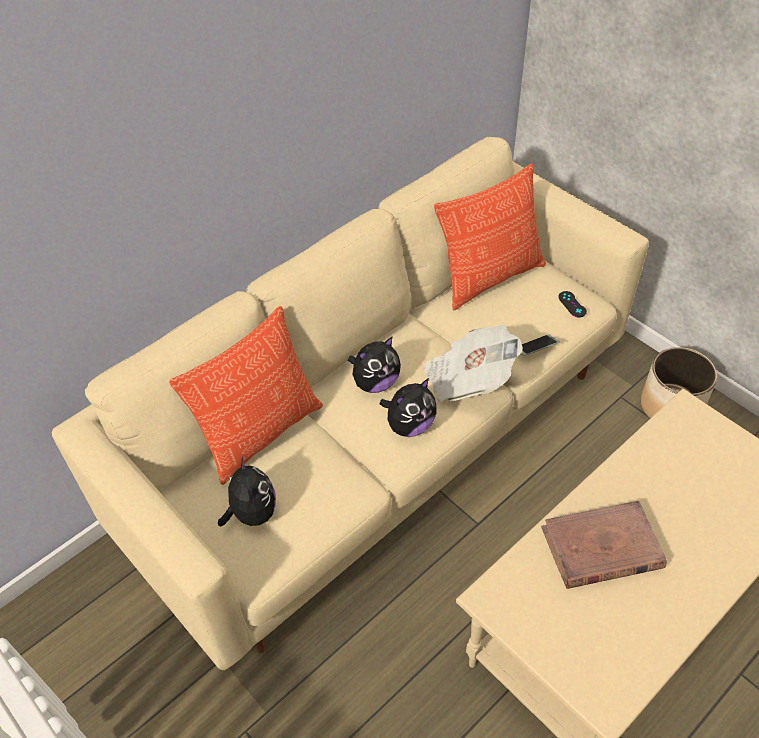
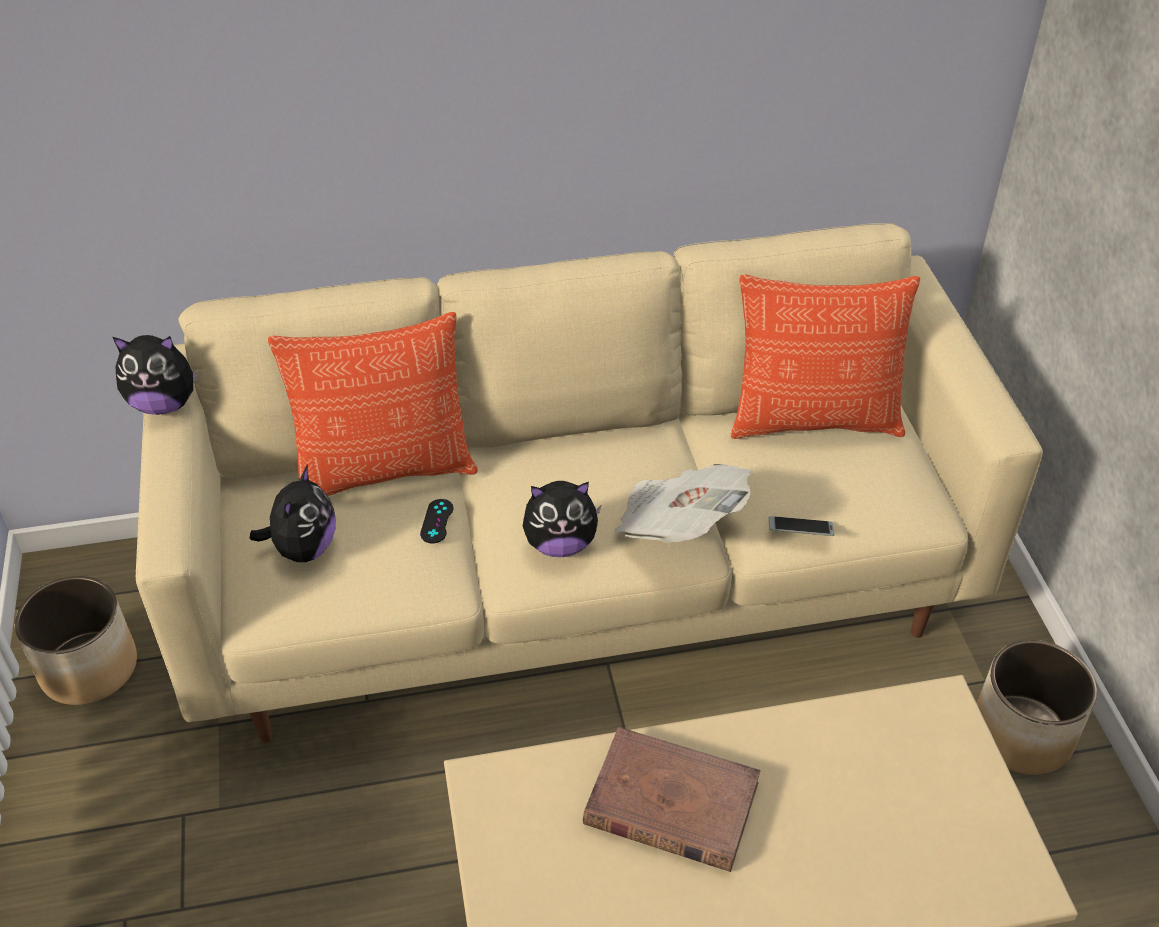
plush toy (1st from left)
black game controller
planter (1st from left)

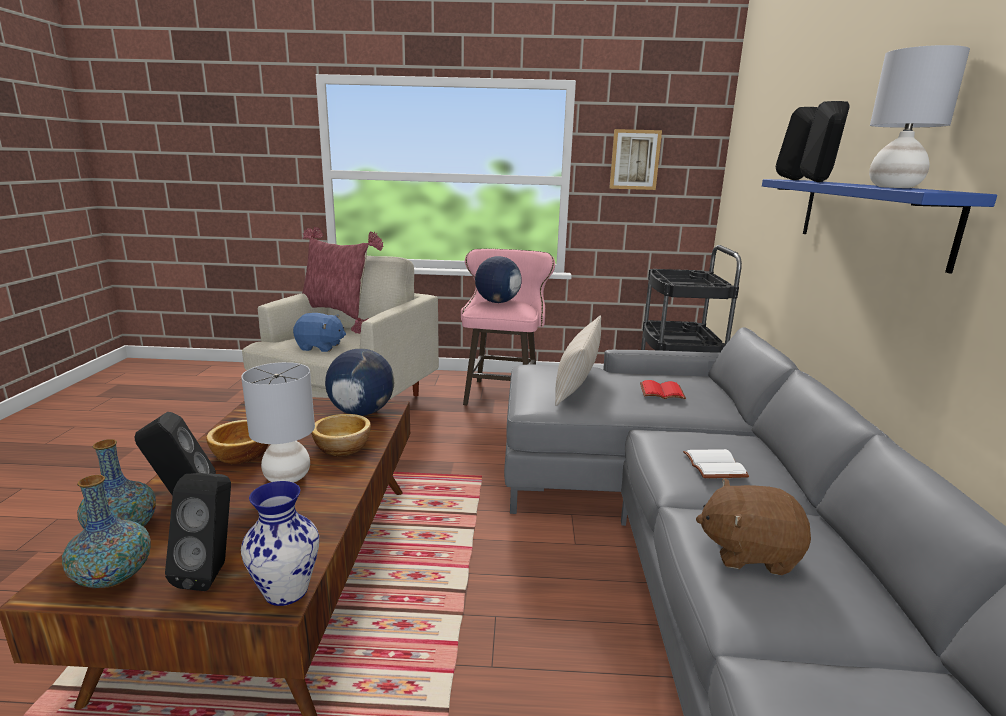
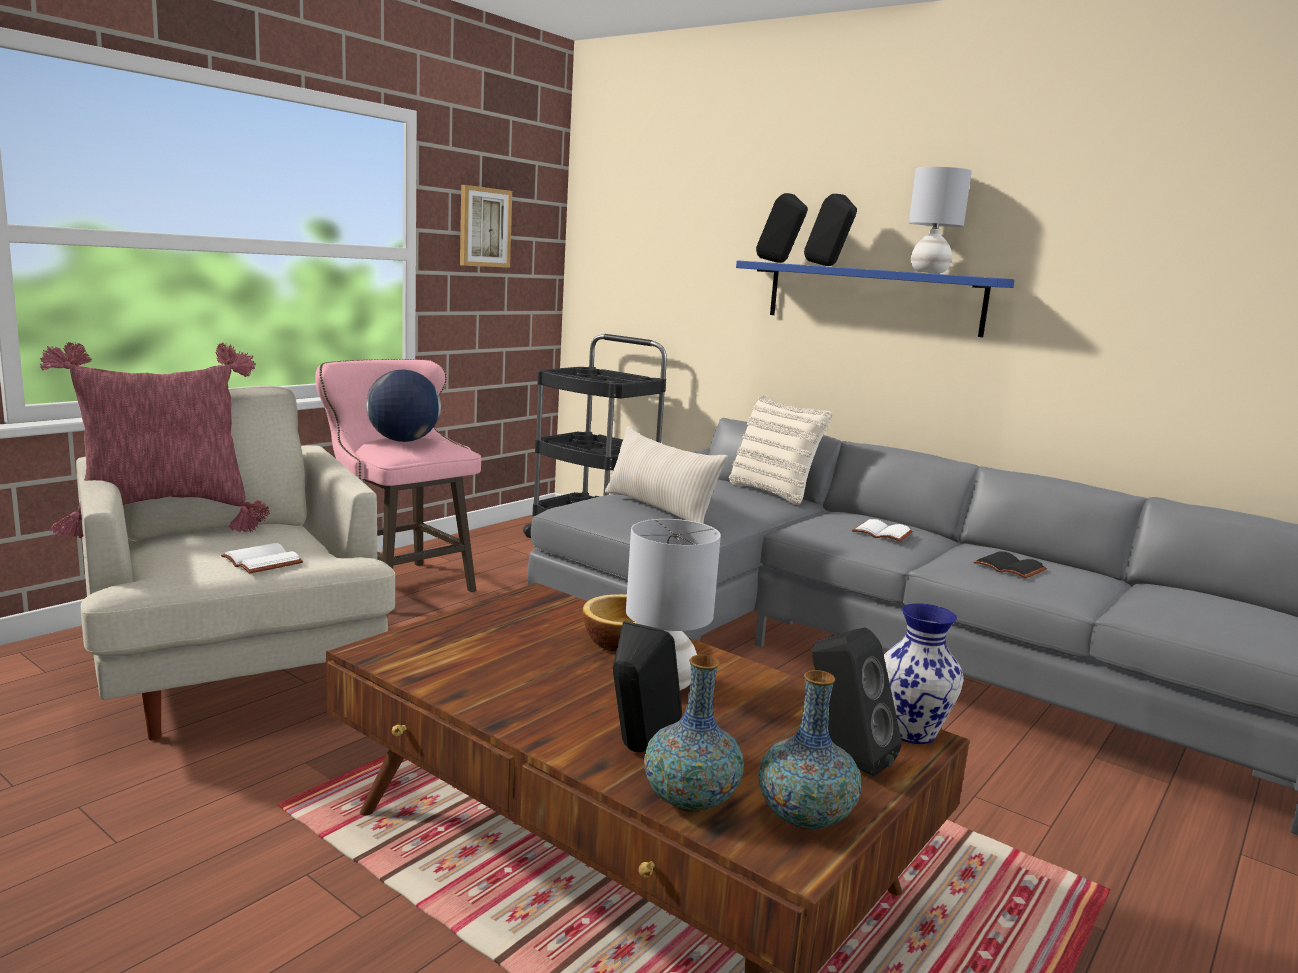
bowl (1st from left in the first image)
white book (1st from left)
globe (1st from left in the first image)
red book
black book
beige pillow (2nd from left)

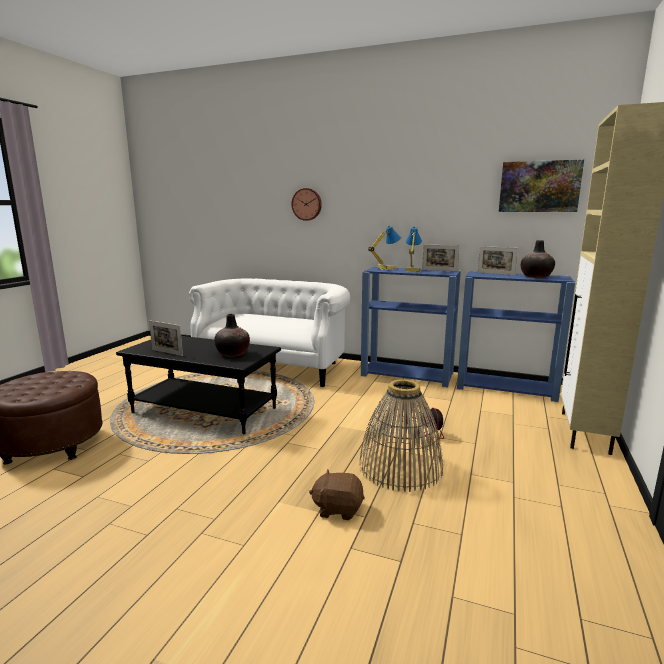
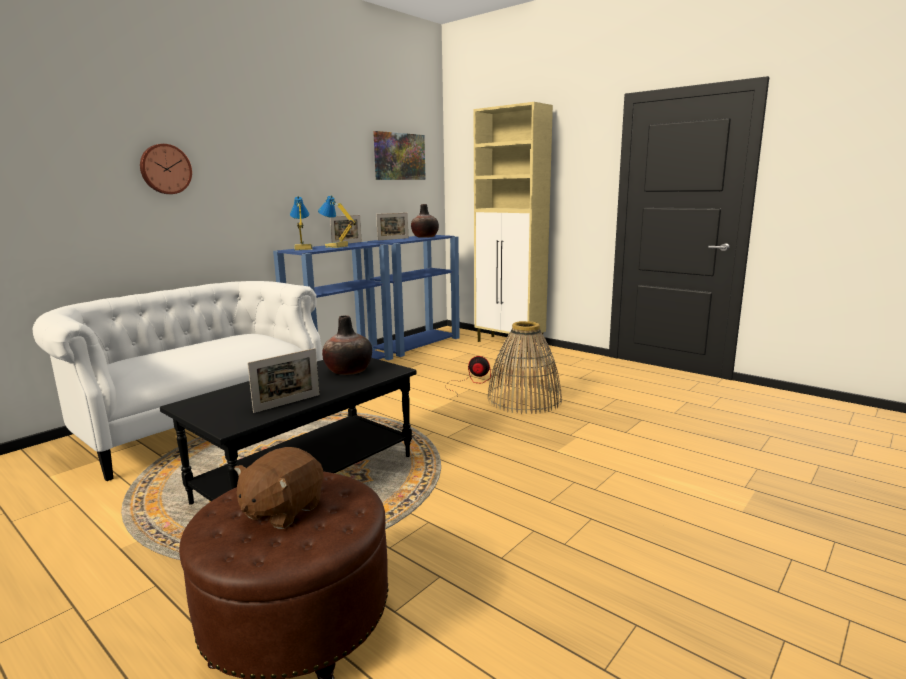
brown plush toy

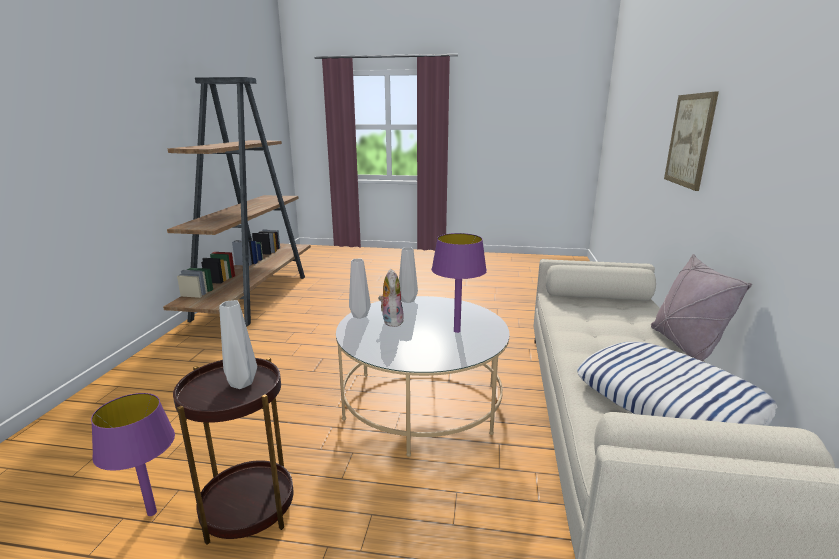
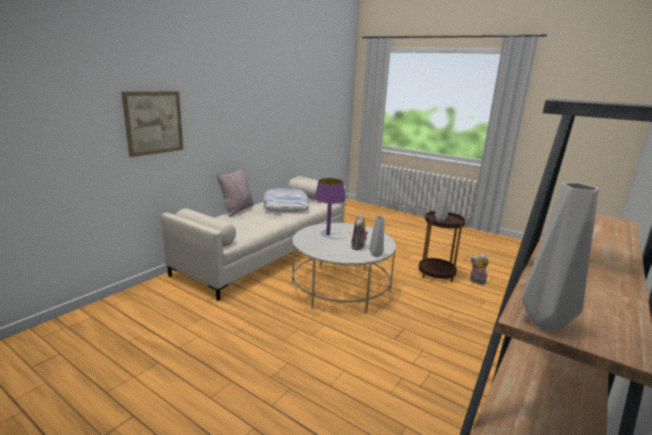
plush toy (2nd from left)
grey vase (3rd from left)

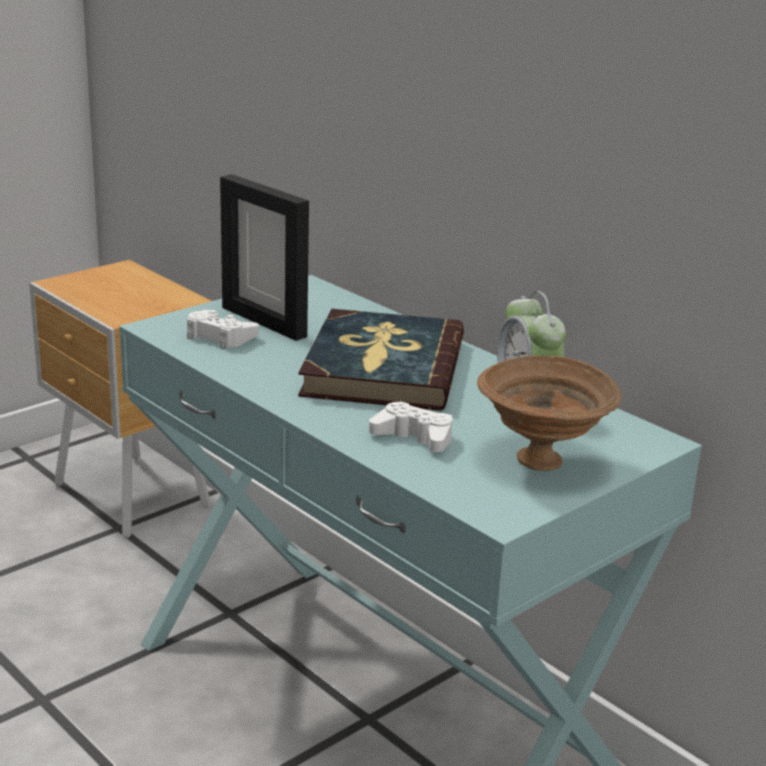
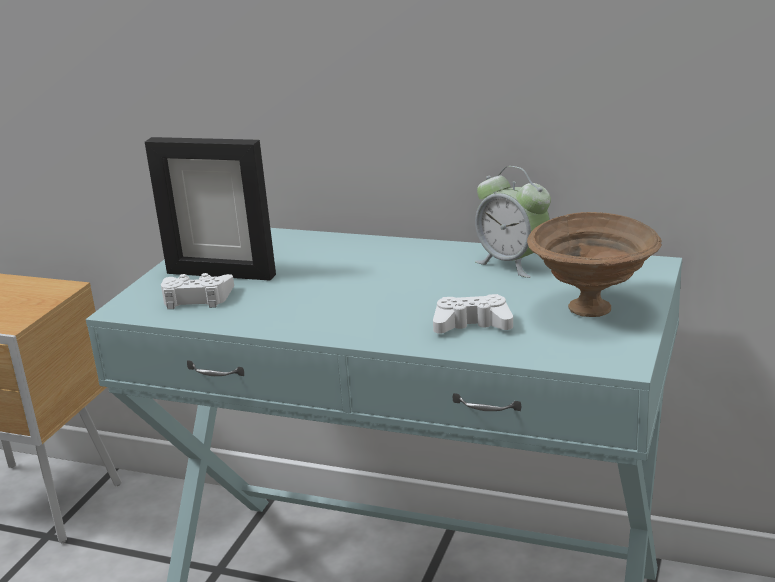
book

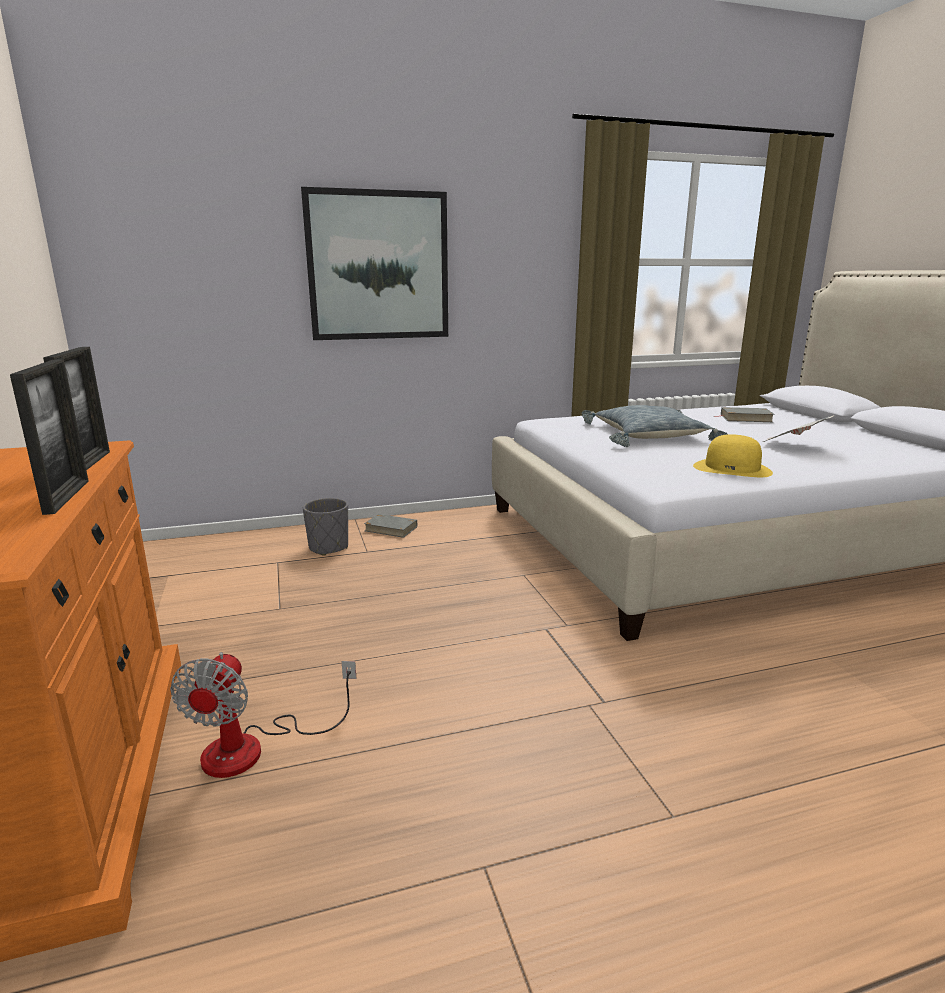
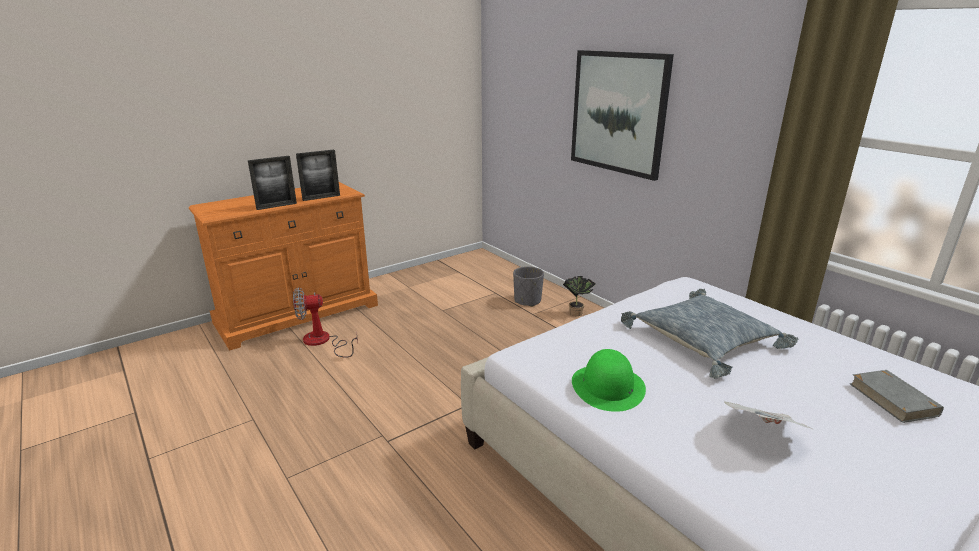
potted plant
green hat

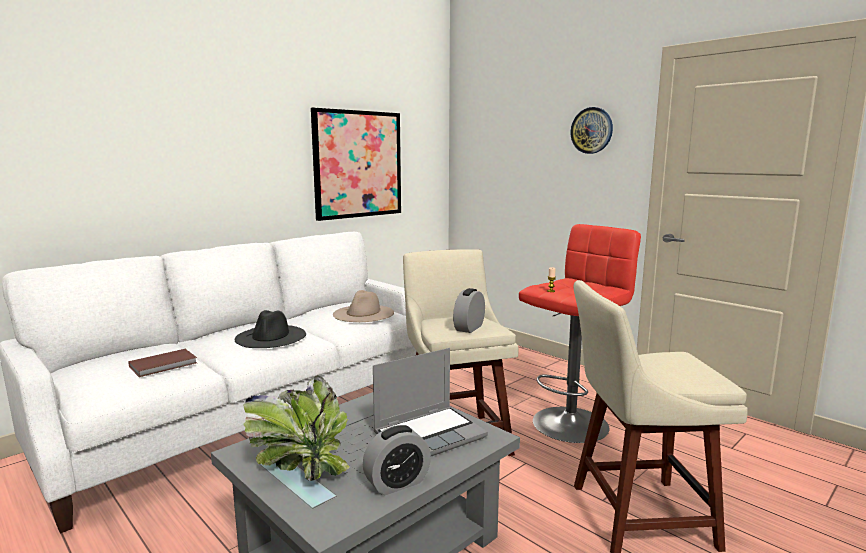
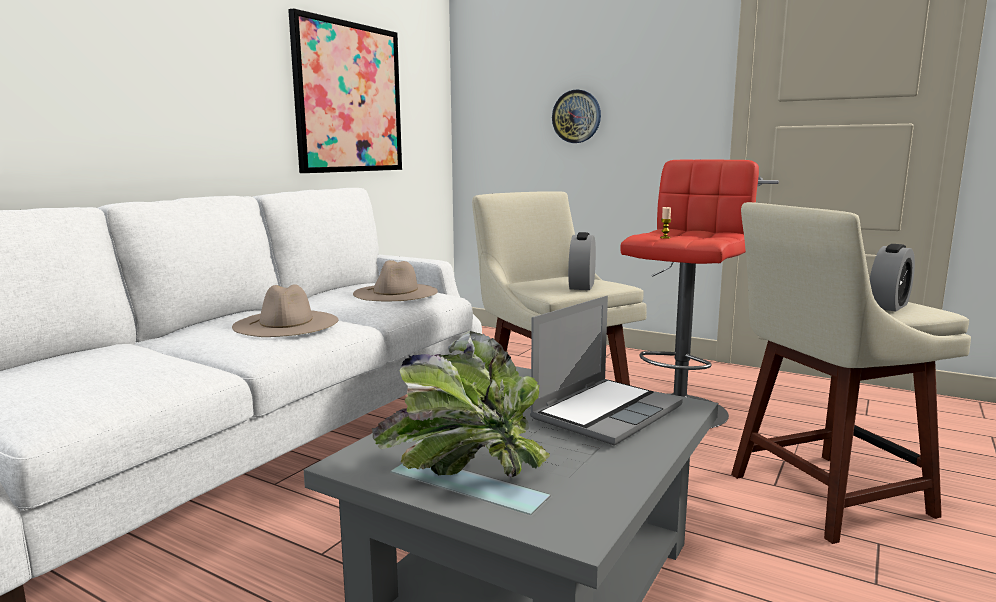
brown book
beige hat (1st from left)
alarm clock (2nd from left)
wall clock

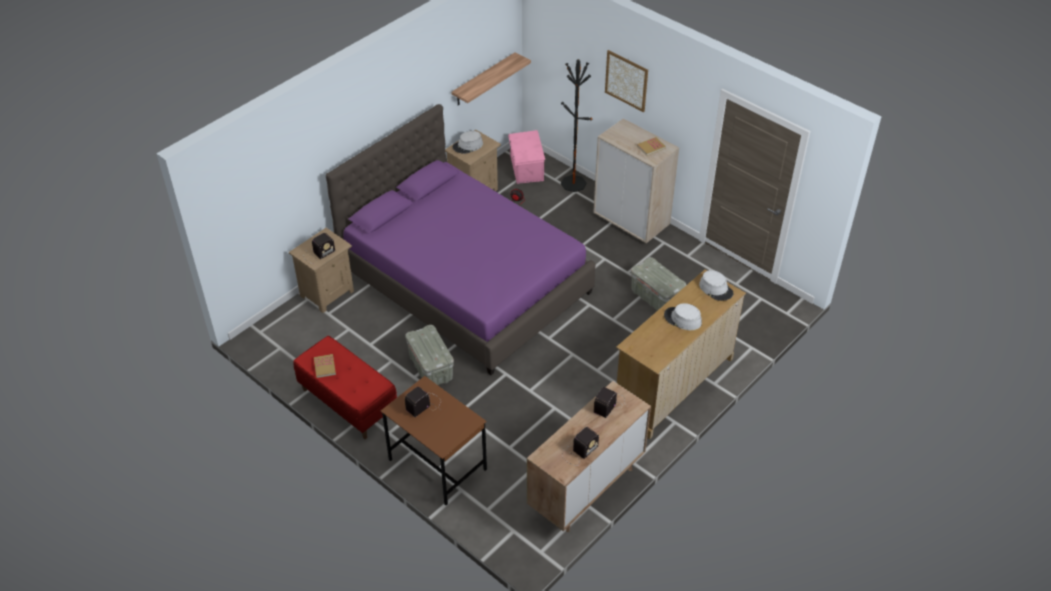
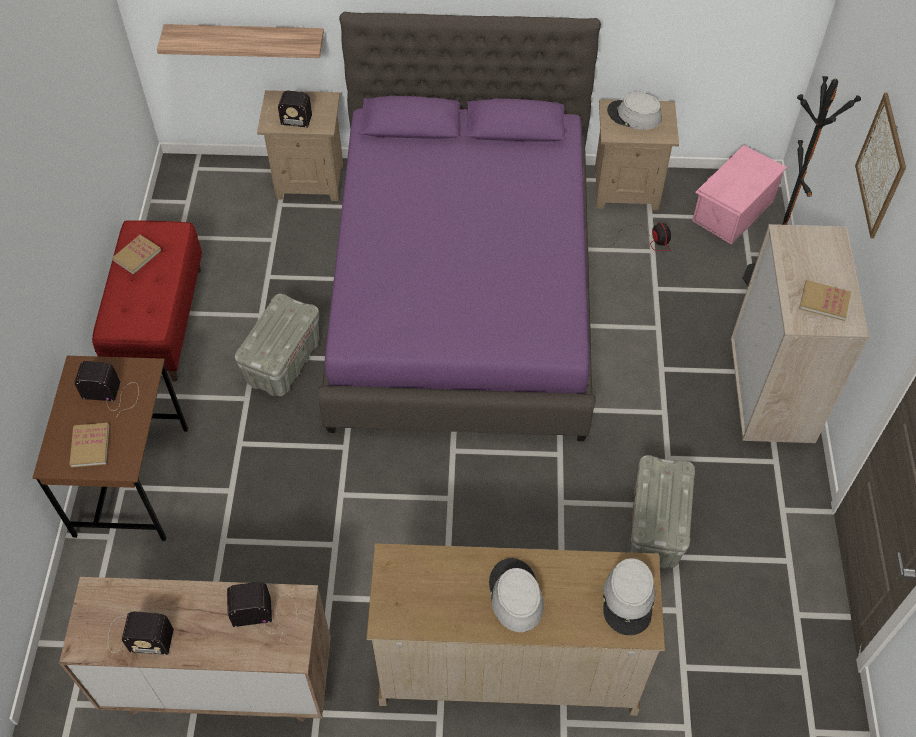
shelf
book (1st from left)

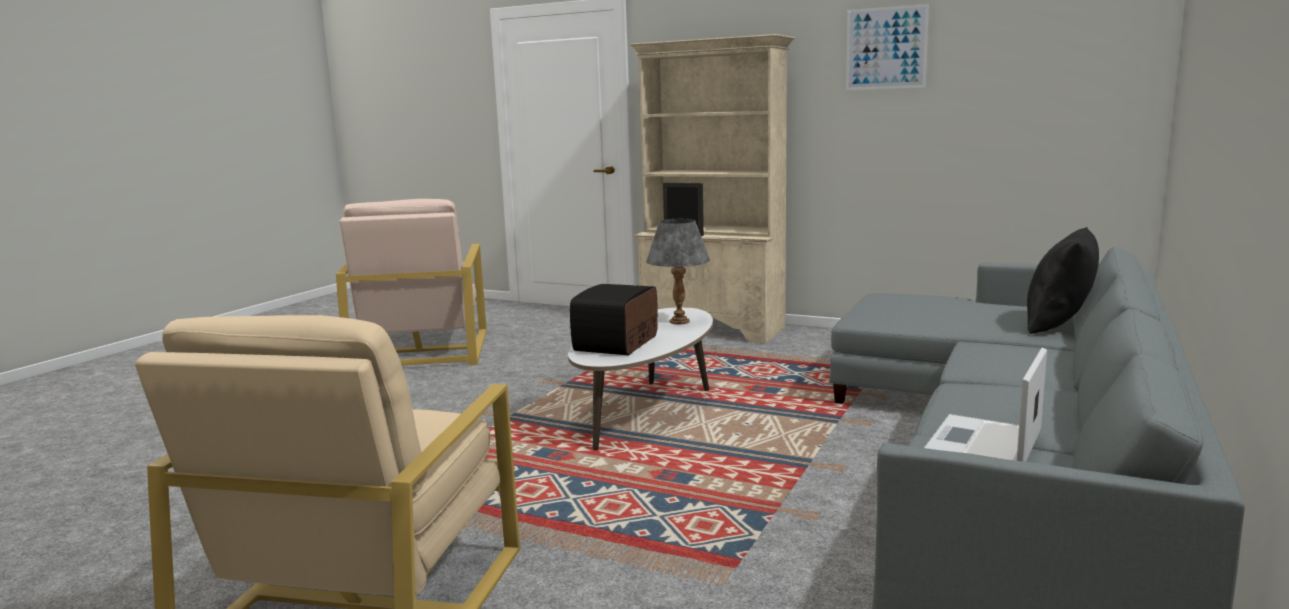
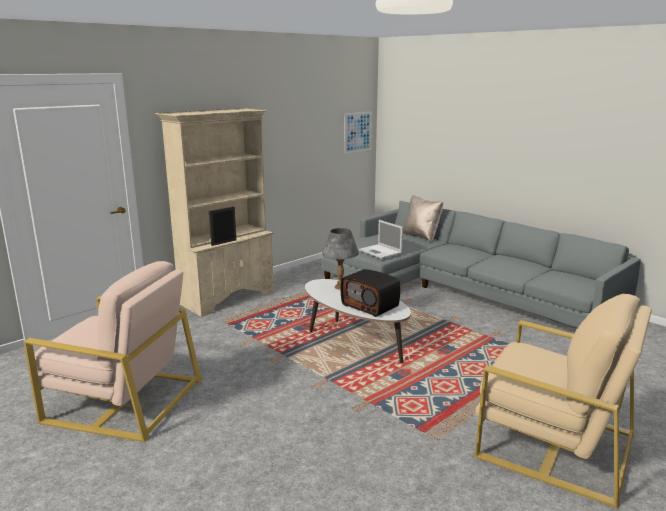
picture
laptop
beige pillow

